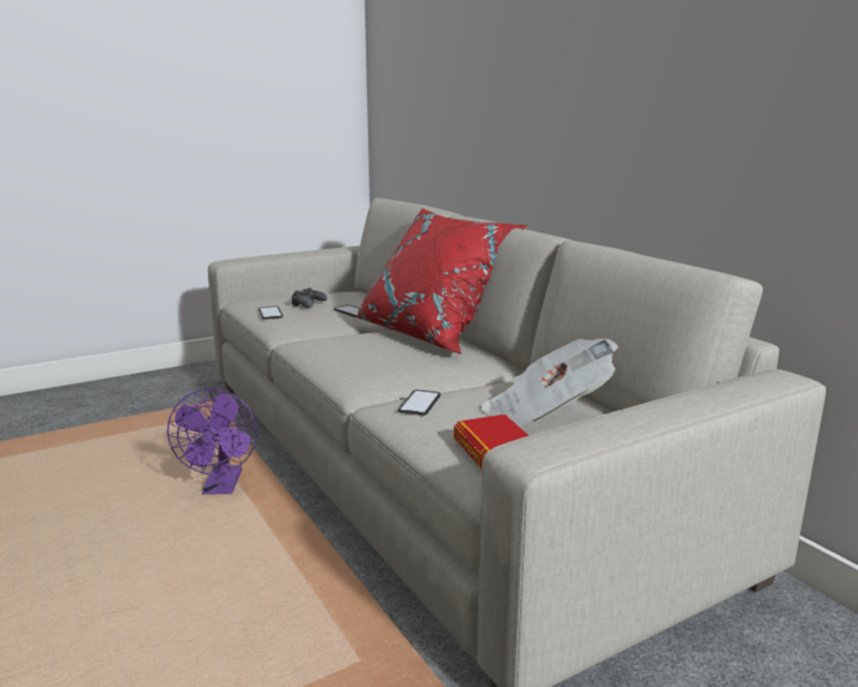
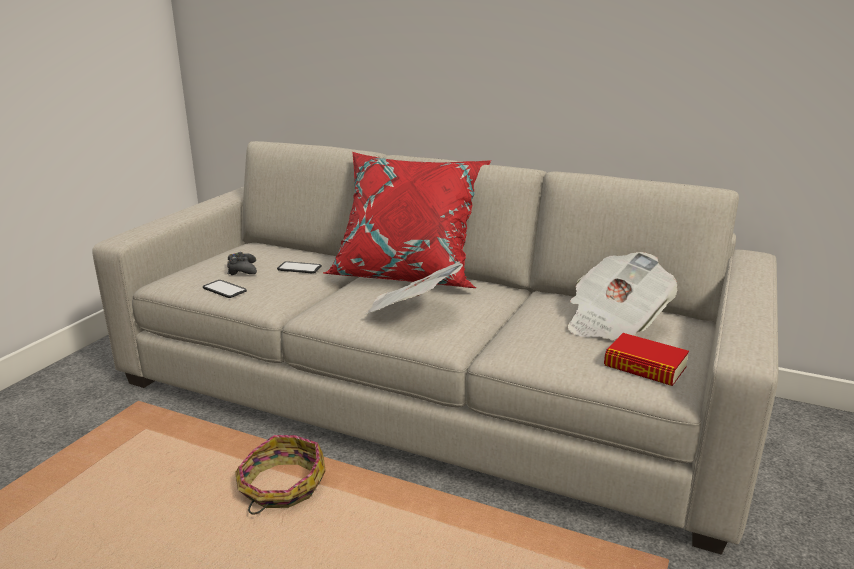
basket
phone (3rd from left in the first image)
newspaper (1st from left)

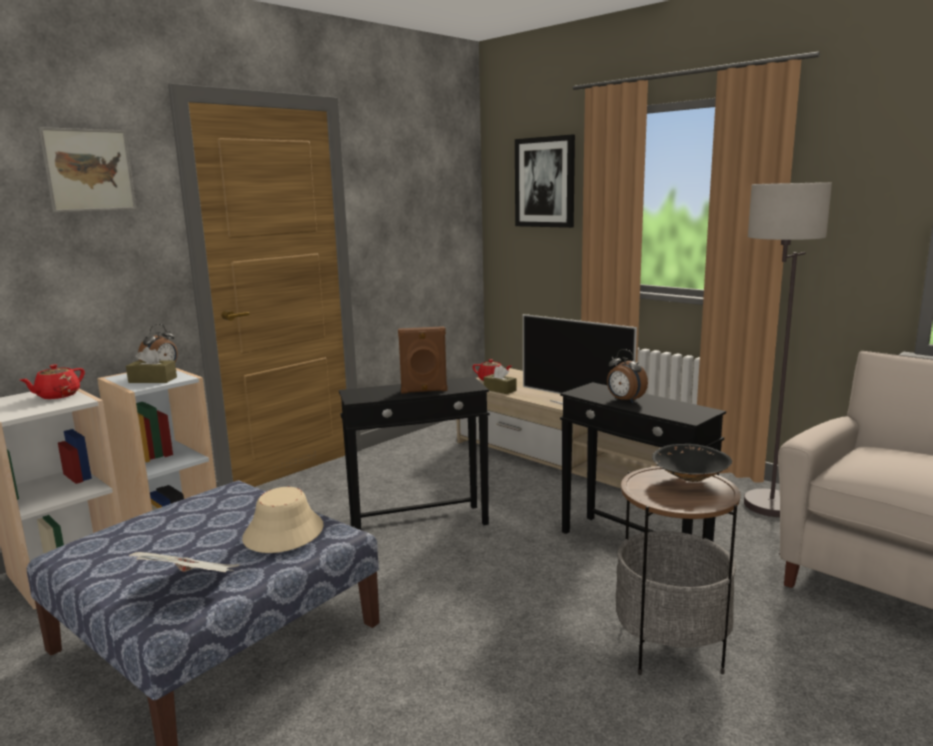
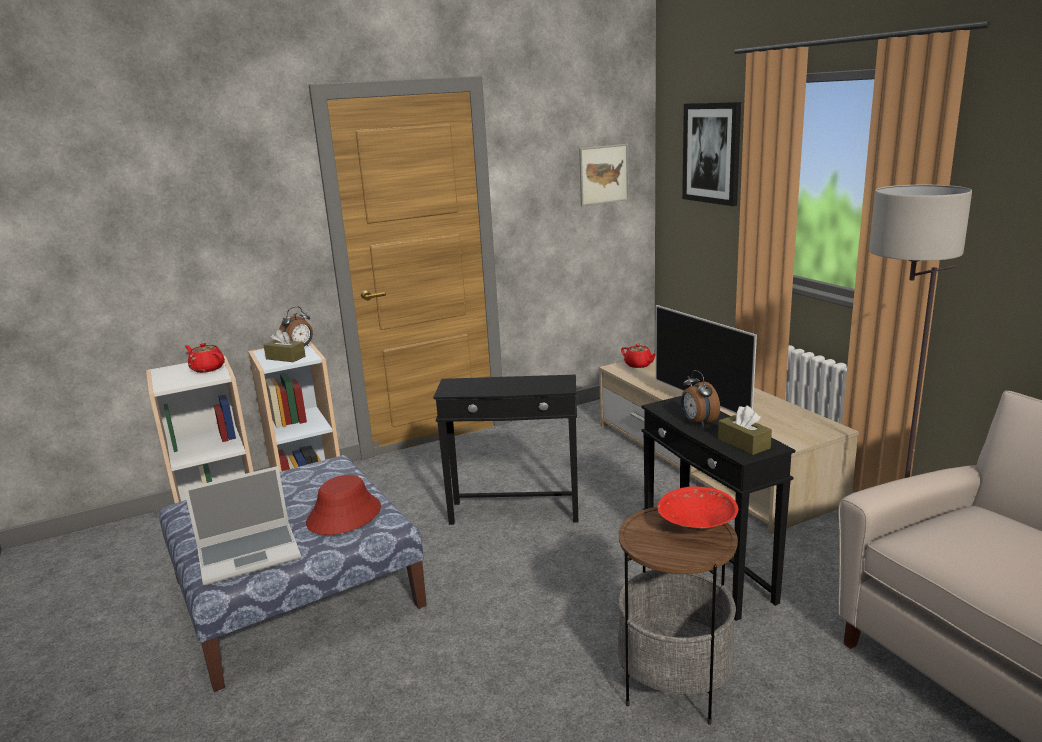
red teapot (1st from left)
picture (1st from left)
laptop
red hat
brown speaker
brown tissue box (2nd from left)
red bowl

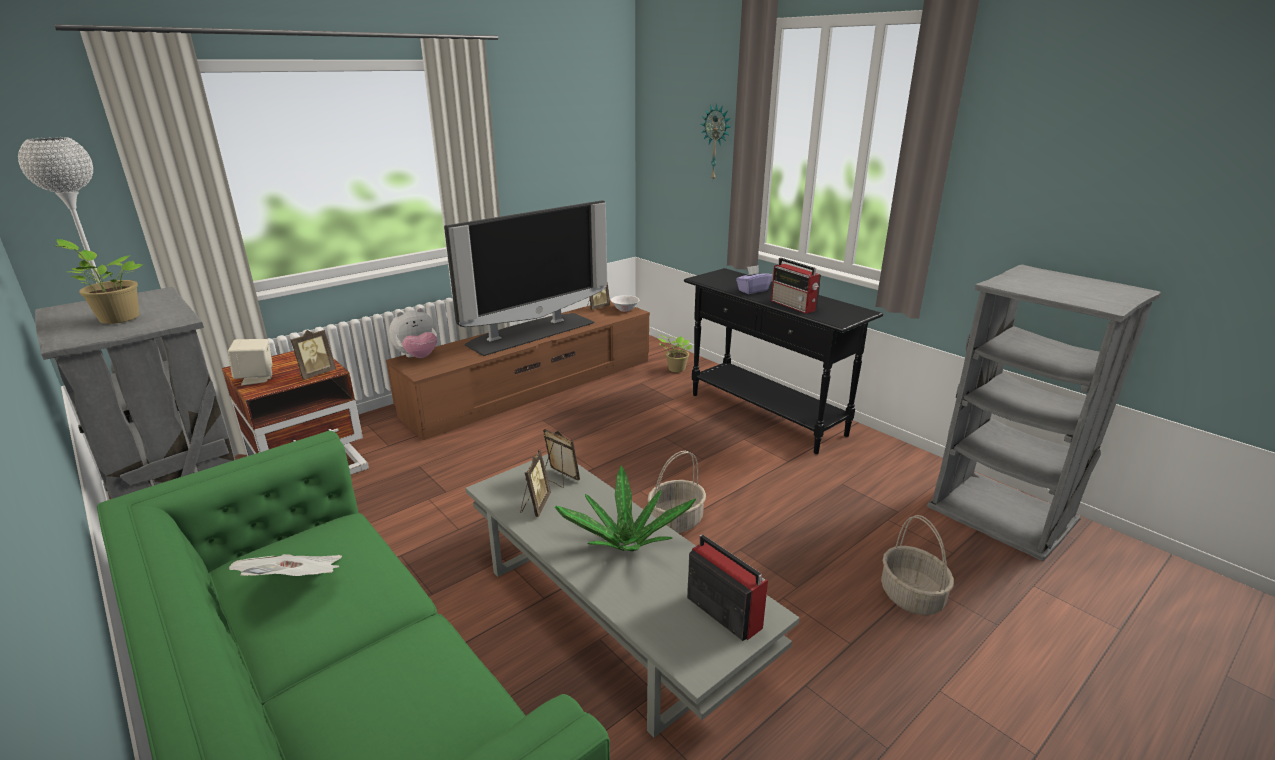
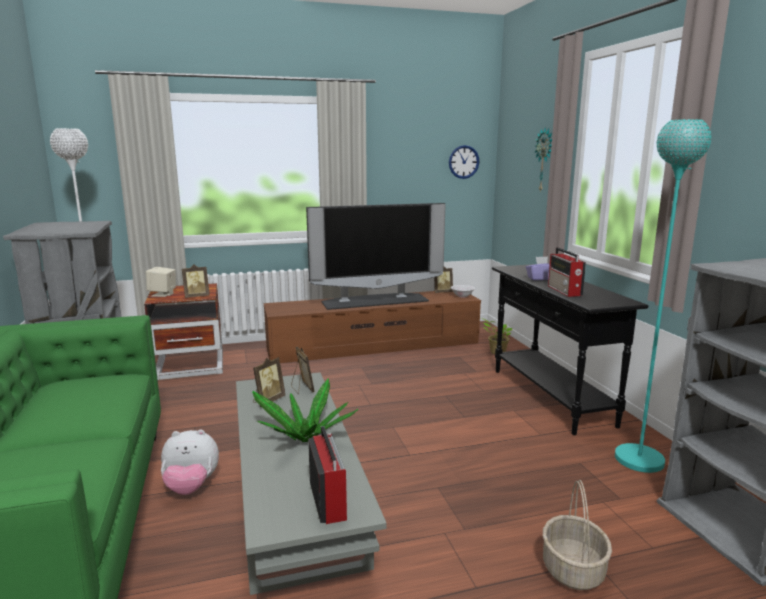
potted plant (1st from left in the first image)
newspaper
plush toy
basket (1st from left in the first image)
wall clock (1st from left)
turquoise floor lamp

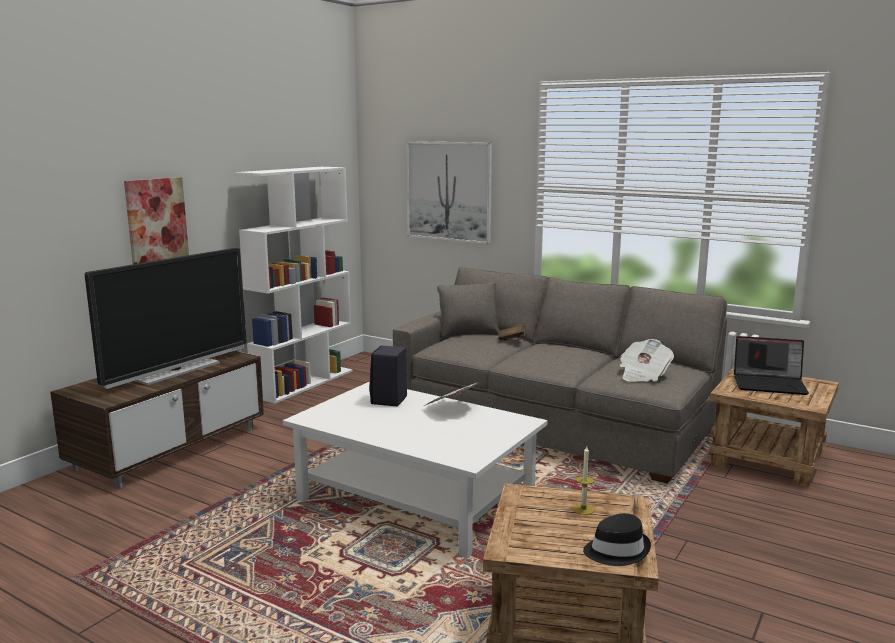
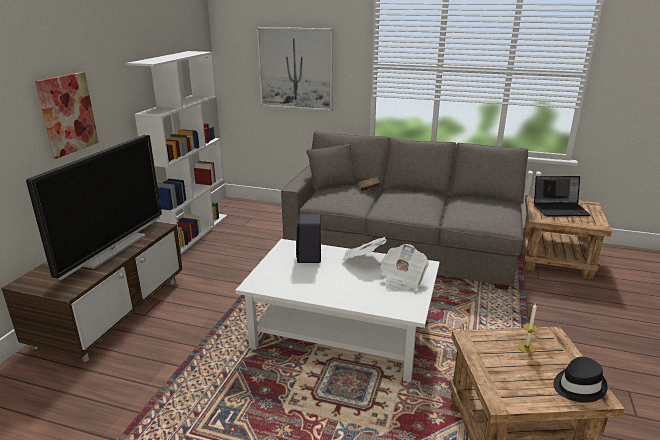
newspaper (2nd from left)

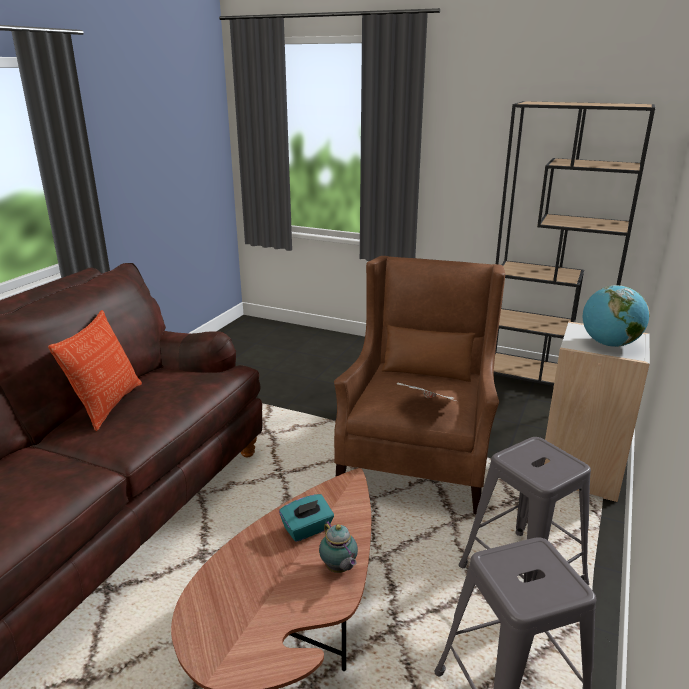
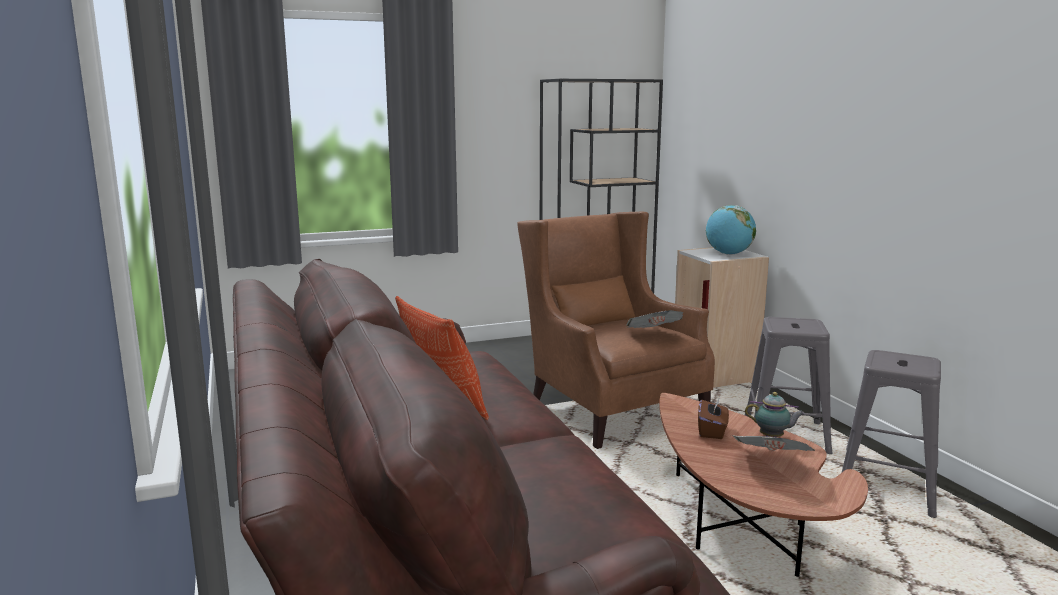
brown tissue box
newspaper (2nd from left)

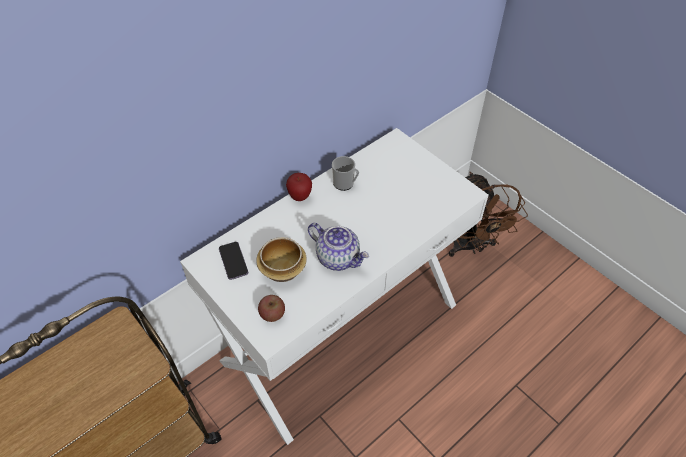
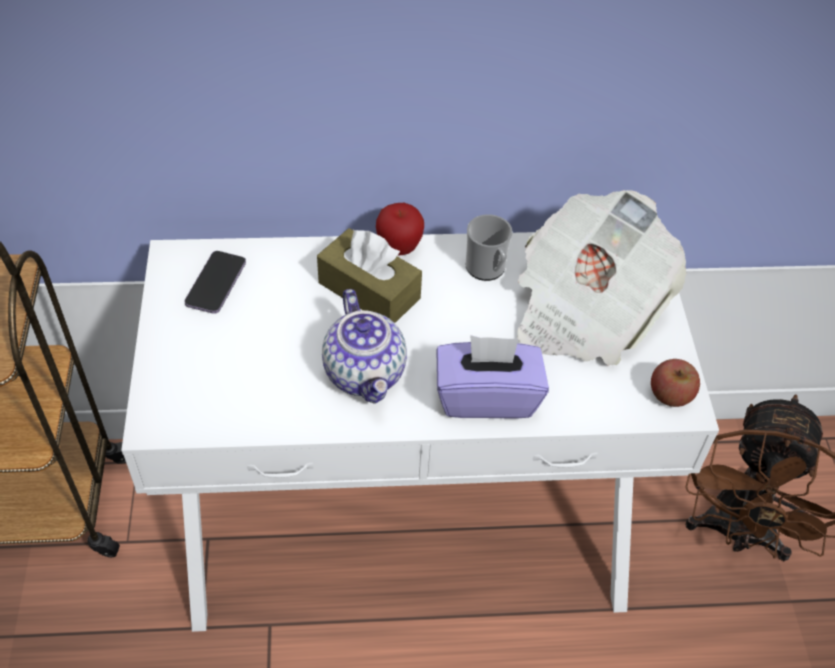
bowl
apple (2nd from left)
brown tissue box
purple tissue box
newspaper

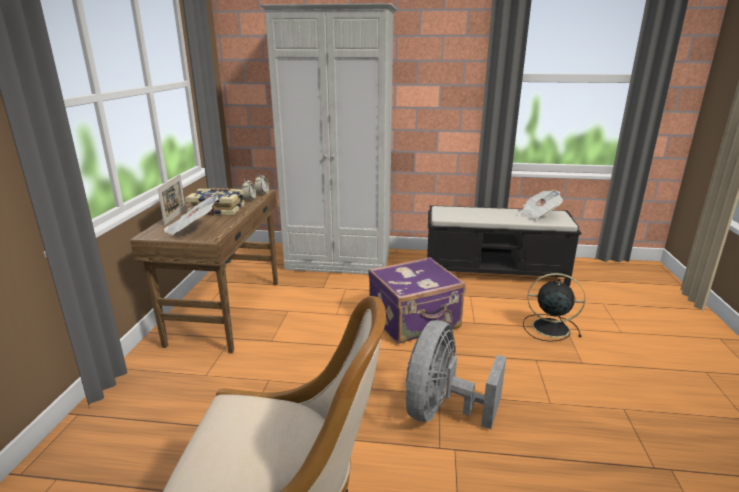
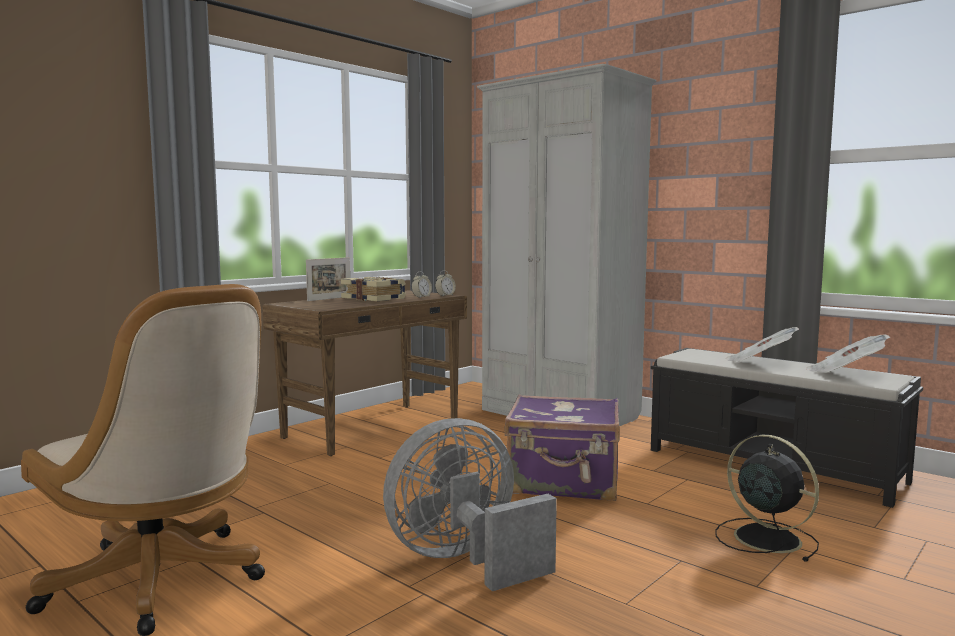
newspaper (1st from left)

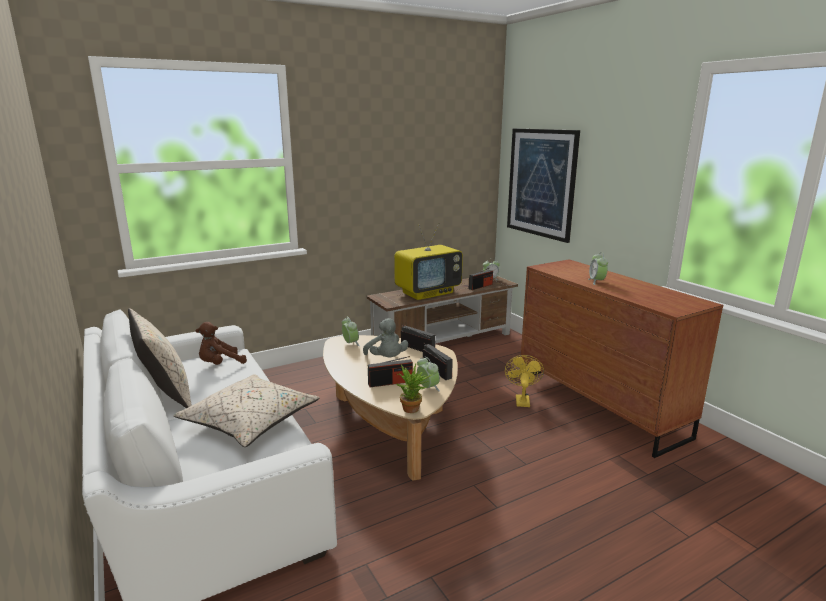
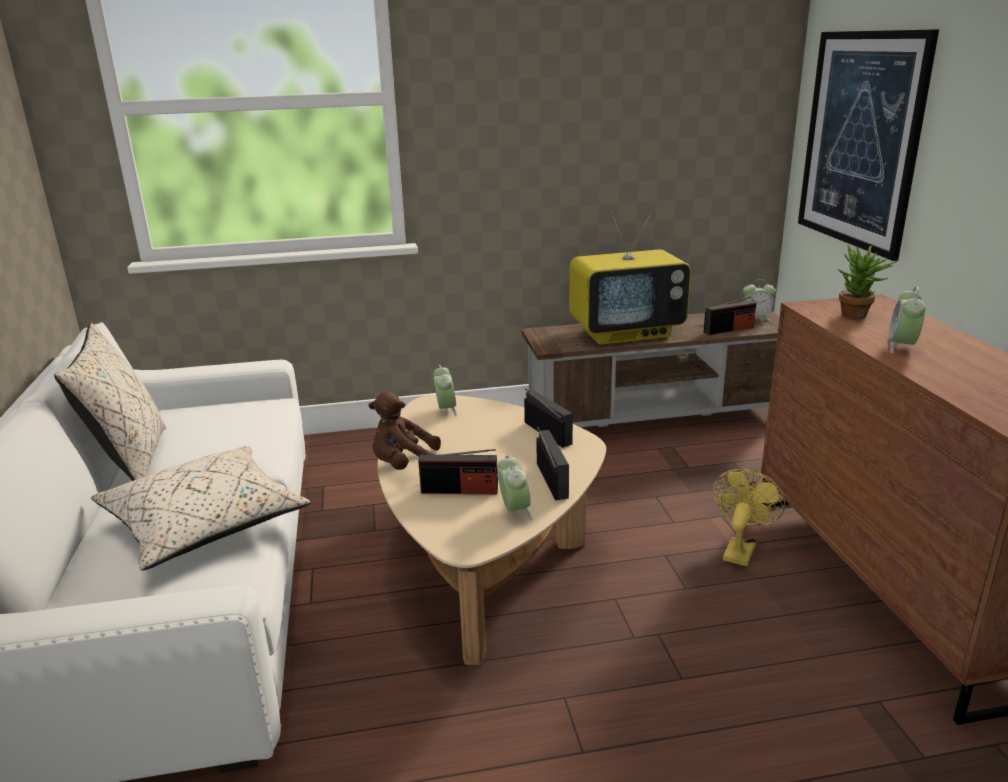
brown plush toy
grey plush toy
potted plant

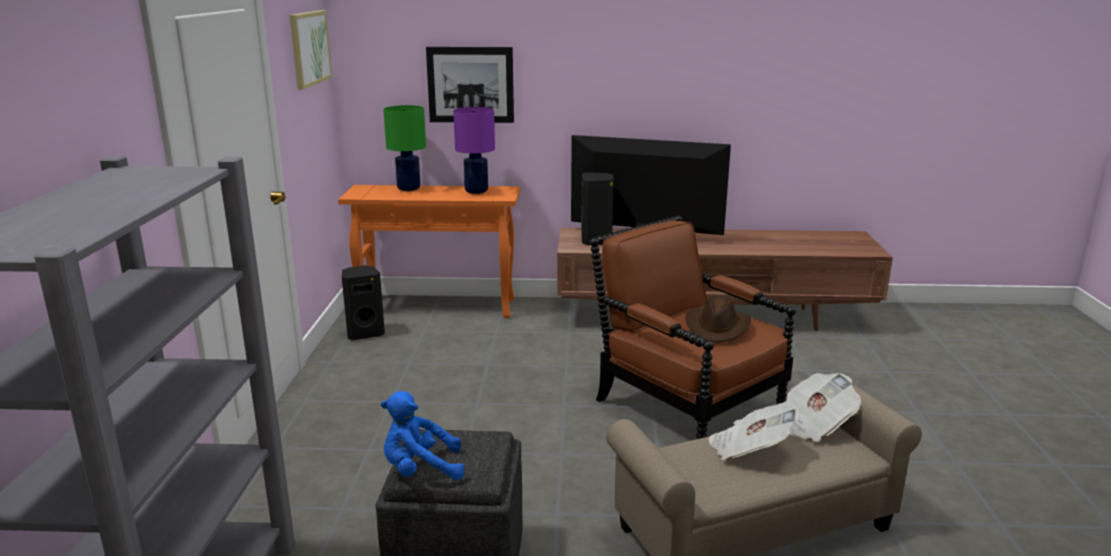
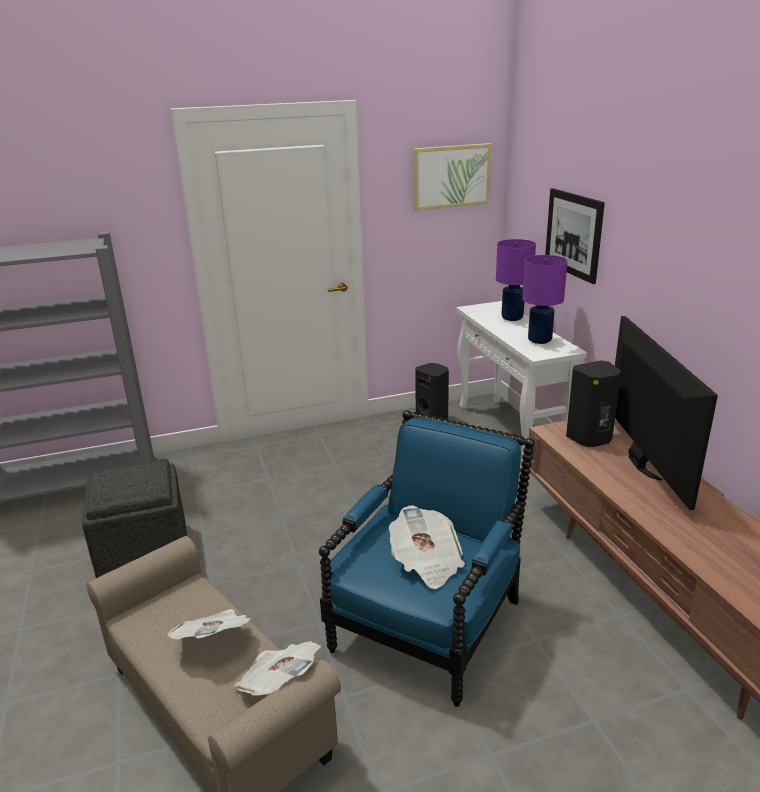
white console table
blue plush toy
purple table lamp (1st from left)
blue armchair
newspaper (3rd from left)

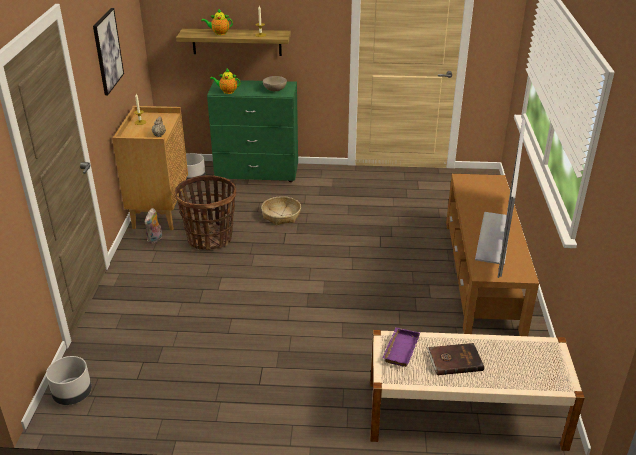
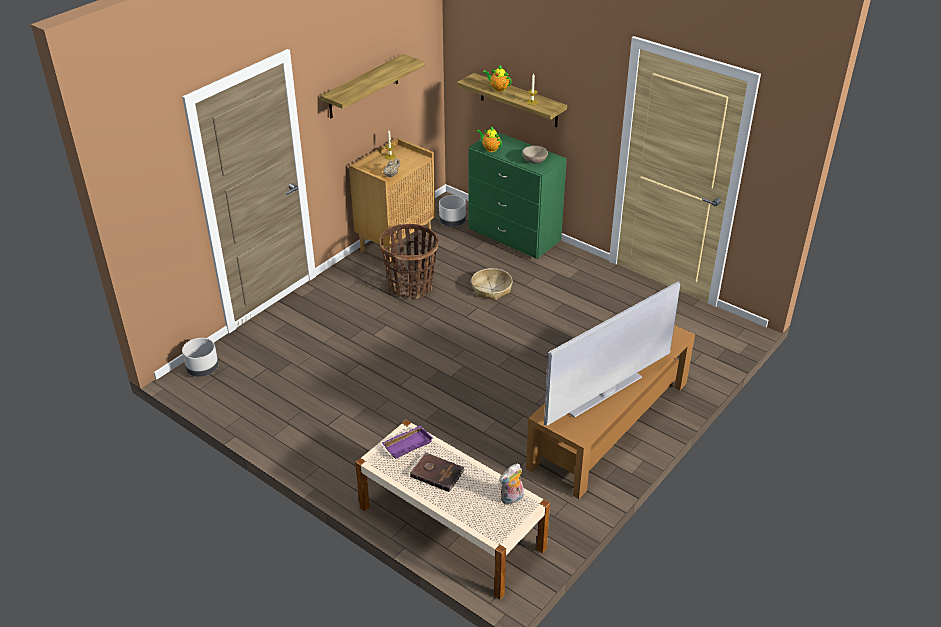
shelf (1st from left)
plush toy

